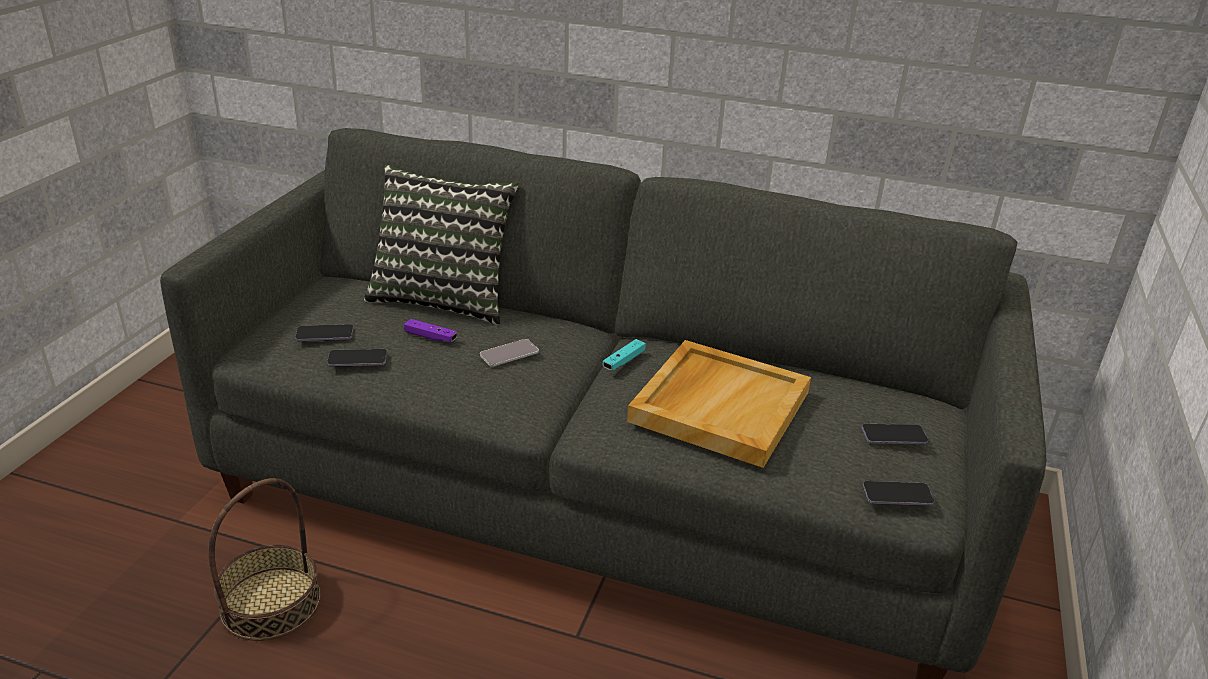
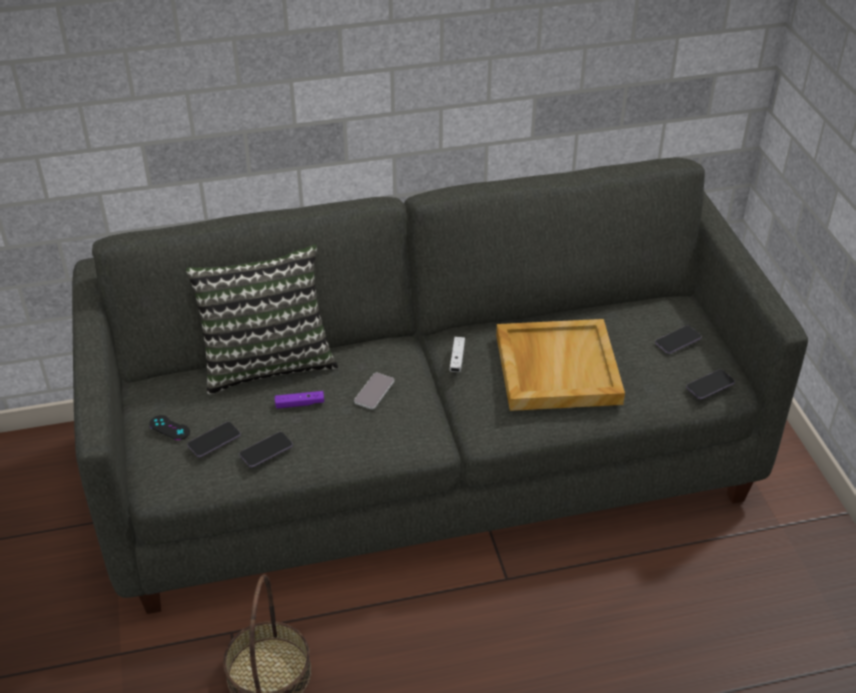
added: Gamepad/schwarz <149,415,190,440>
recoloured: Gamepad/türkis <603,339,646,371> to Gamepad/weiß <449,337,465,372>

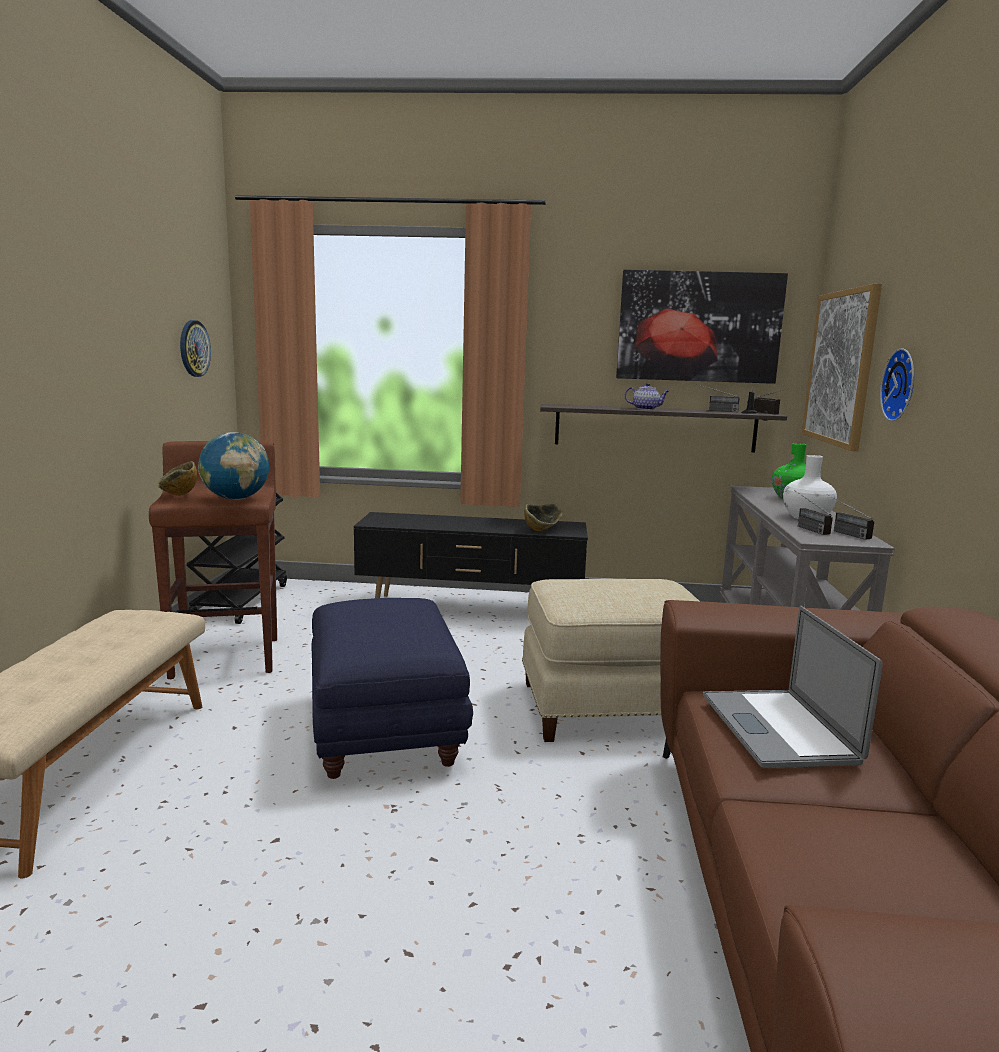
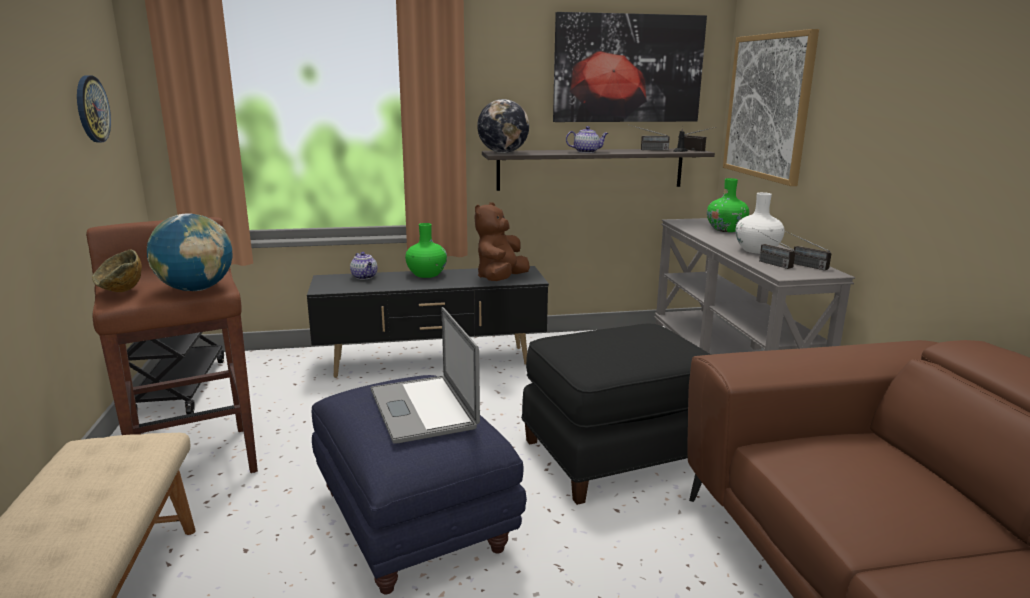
removed: Wanduhr <880,348,914,421>
added: Teekanne <350,252,378,280>; Vase/grün <405,223,447,278>; Globus <477,99,529,153>
moved: Laptop <703,606,883,768> to <371,307,480,444>
replaced: Schüssel <524,503,563,531> to Plüschtier/braun <474,202,530,281>
recoloured: Polsterhocker/beige <522,579,699,742> to Polsterhocker/schwarz <521,323,711,505>

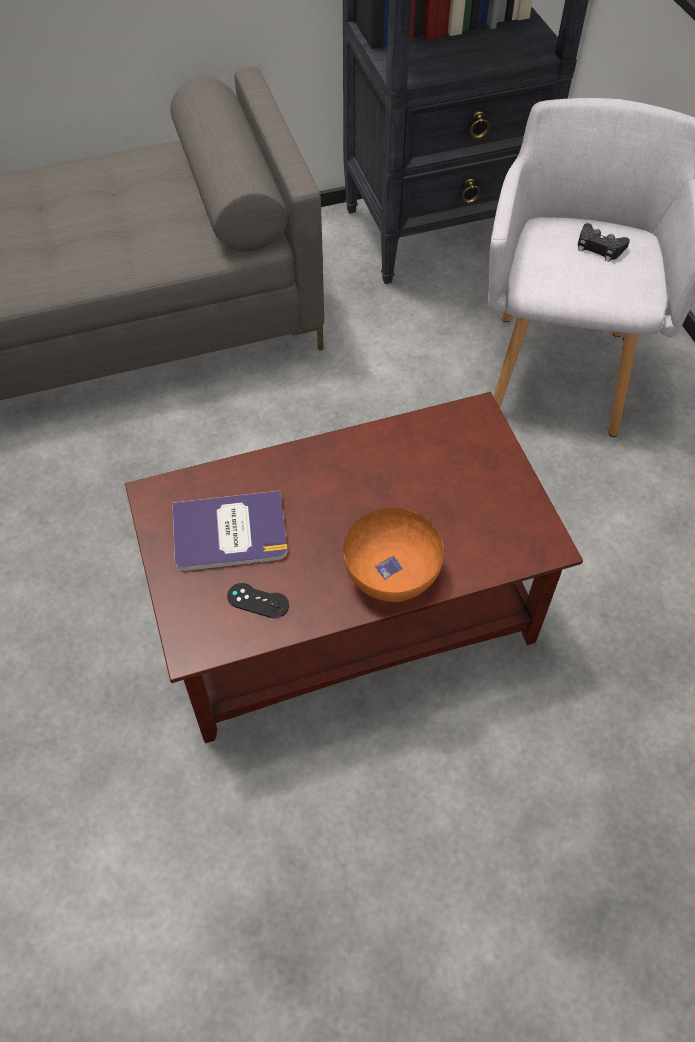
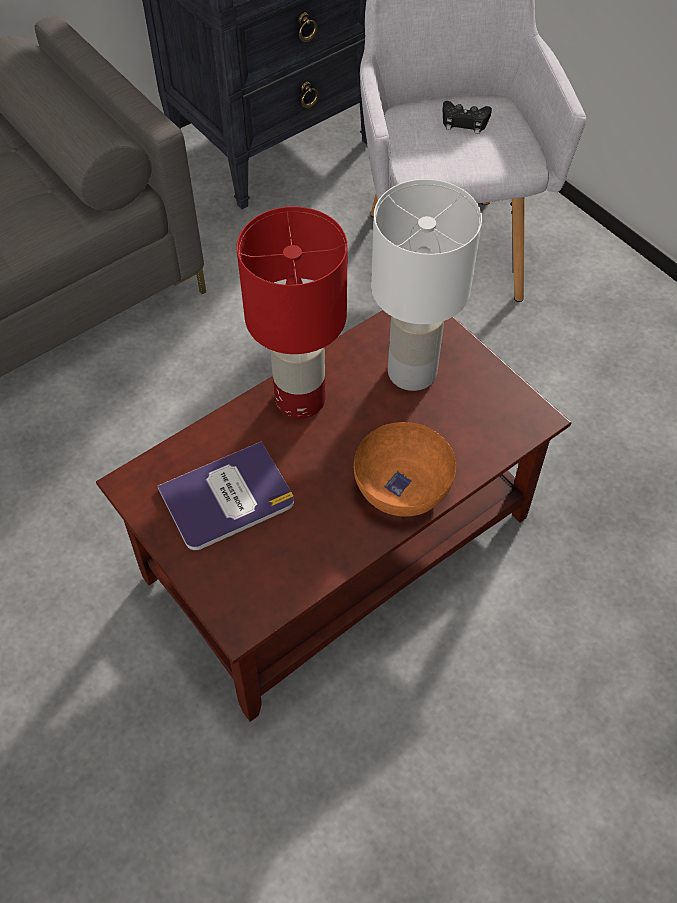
removed: Gamepad/schwarz <227,583,289,619>
added: Tischlampe/rot <237,206,348,419>; Tischlampe/weiß <371,179,482,391>

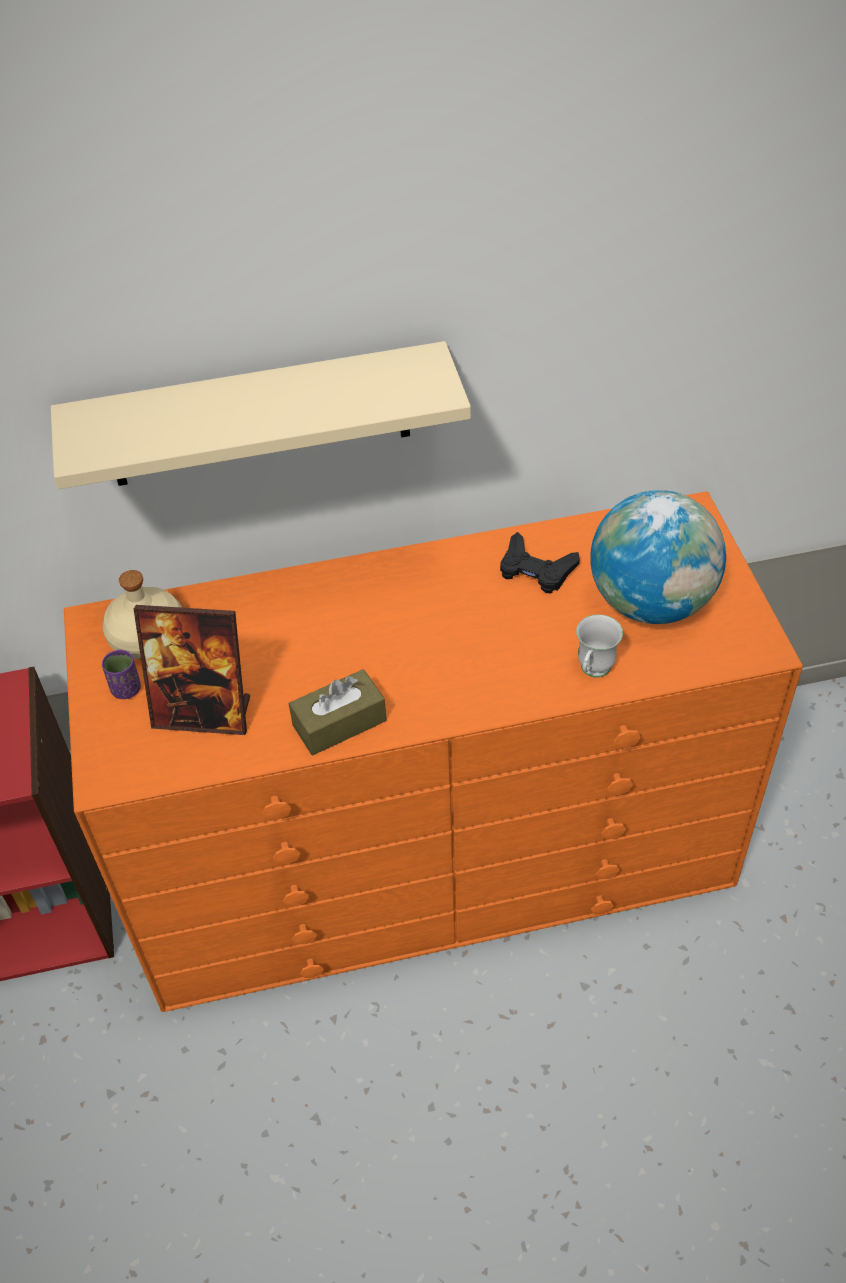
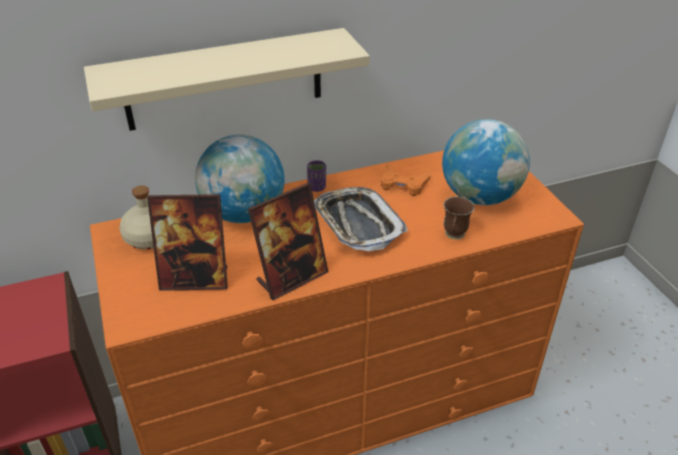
added: Globus <195,134,284,223>; Tablett <314,187,408,251>
moved: Tasse/lila <102,650,141,699> to <307,160,326,192>
replaced: Taschentuchbox/braun <289,669,387,755> to Bilderrahmen <248,183,328,300>
recoloured: Gamepad/schwarz <500,532,580,593> to Gamepad/orange <381,163,431,196>; Henkelbecher/weiß <576,614,623,677> to Henkelbecher/braun <444,197,474,239>

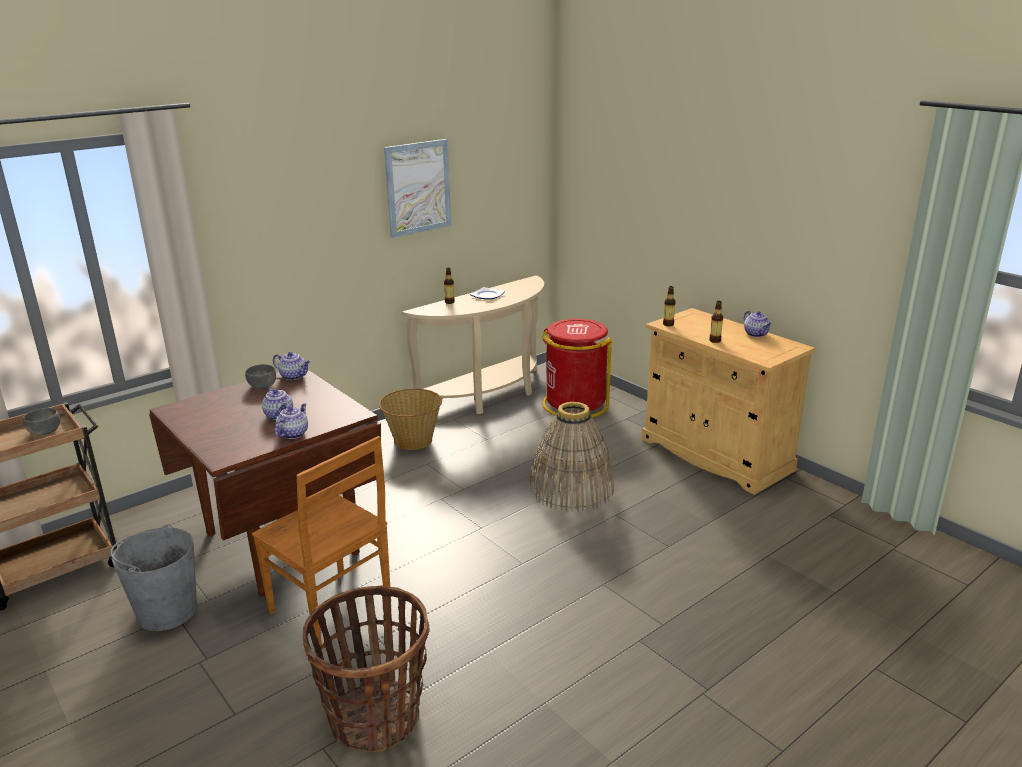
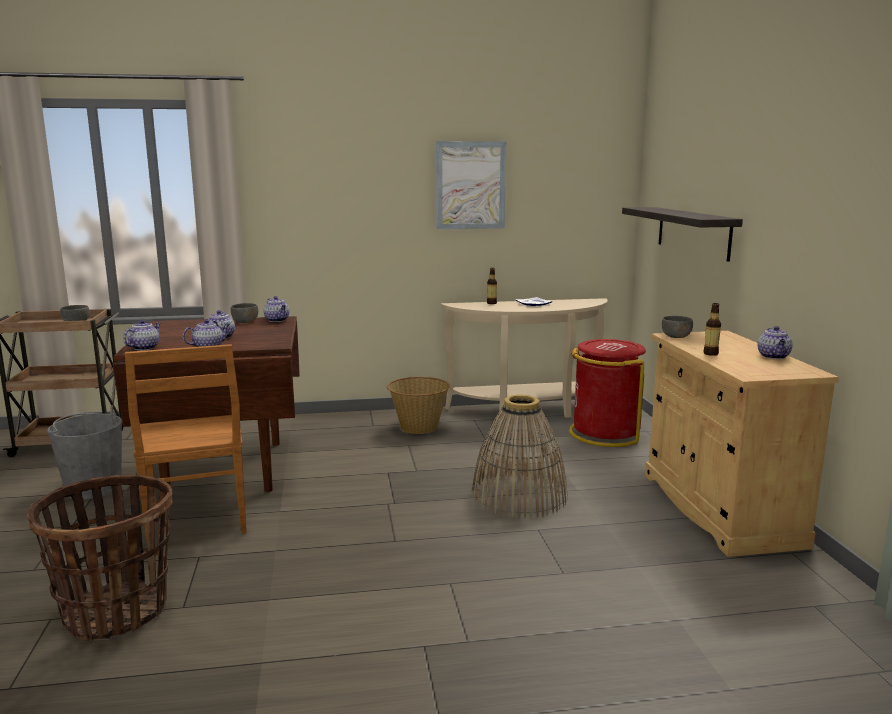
added: Teekanne <123,320,161,351>; Wandregal <622,207,743,262>
replaced: Flasche <663,286,676,326> to Schüssel/grau <662,316,693,338>

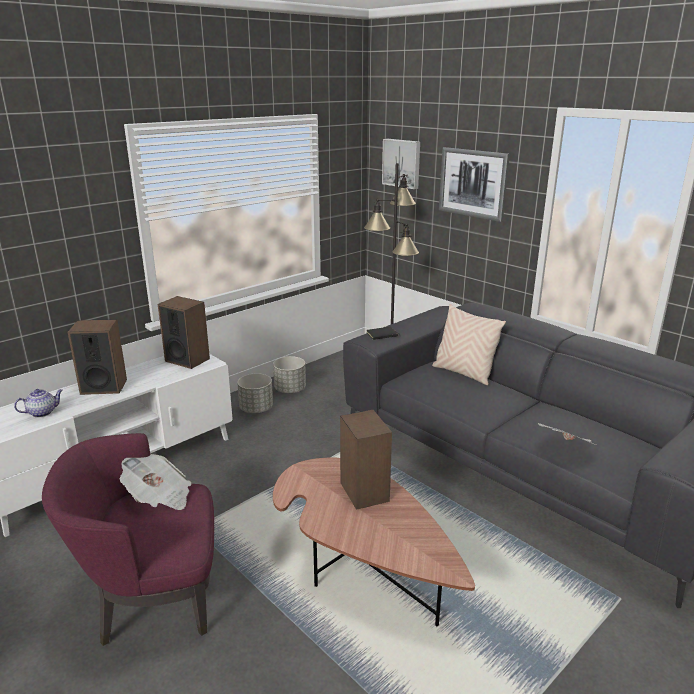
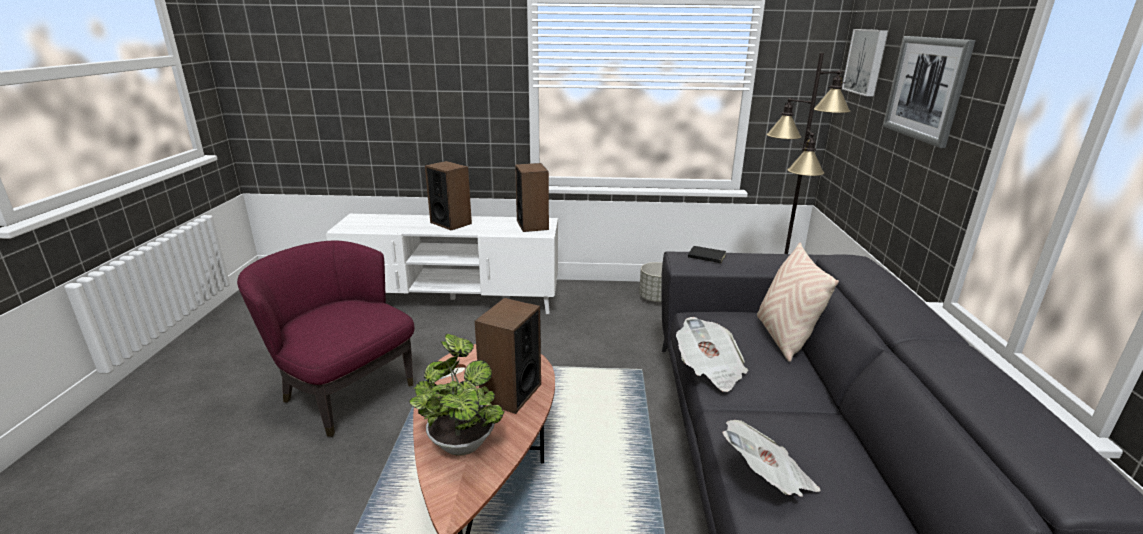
removed: Teekanne <14,389,63,418>; Pflanzkübel/grau <237,373,273,413>
added: Topfpflanze <409,334,504,456>
moved: Zeitung <120,454,191,510> to <676,317,748,392>

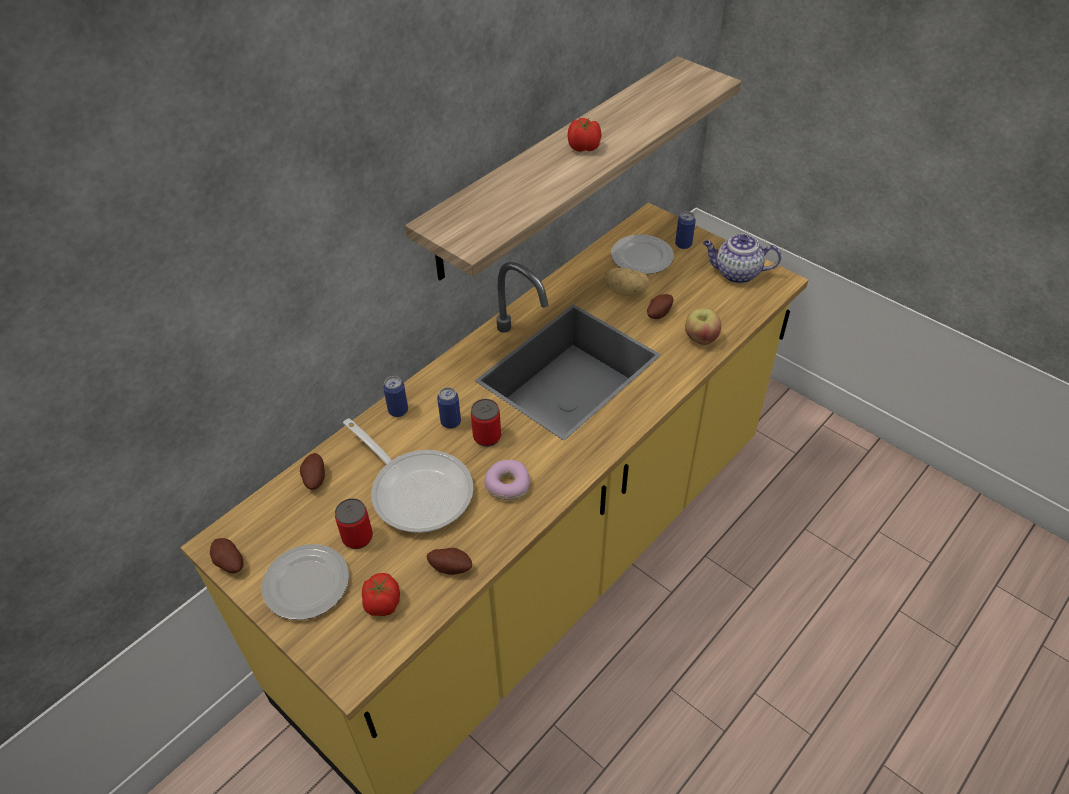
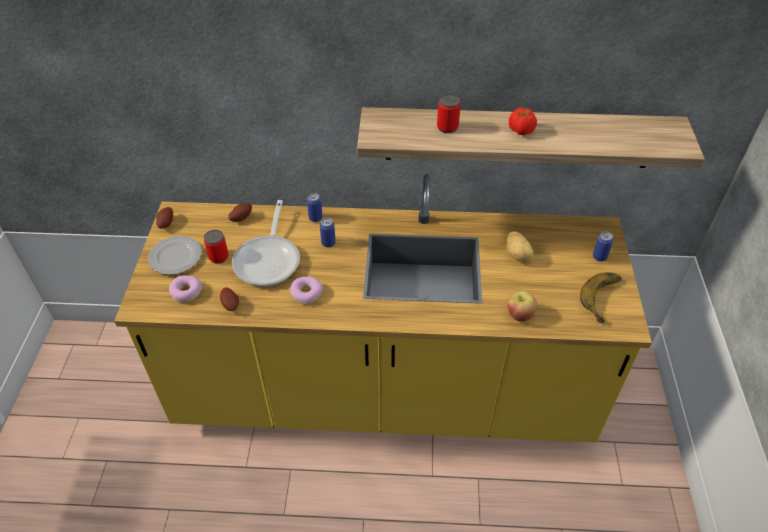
removed: Teller <611,234,674,274>; Kartoffel <647,294,673,319>
moved: Dose <471,399,501,447> to <437,94,461,133>
replaced: Tomate <362,573,400,616> to Donut <169,275,202,302>; Teekanne <703,234,781,284> to Banane <580,272,622,323>

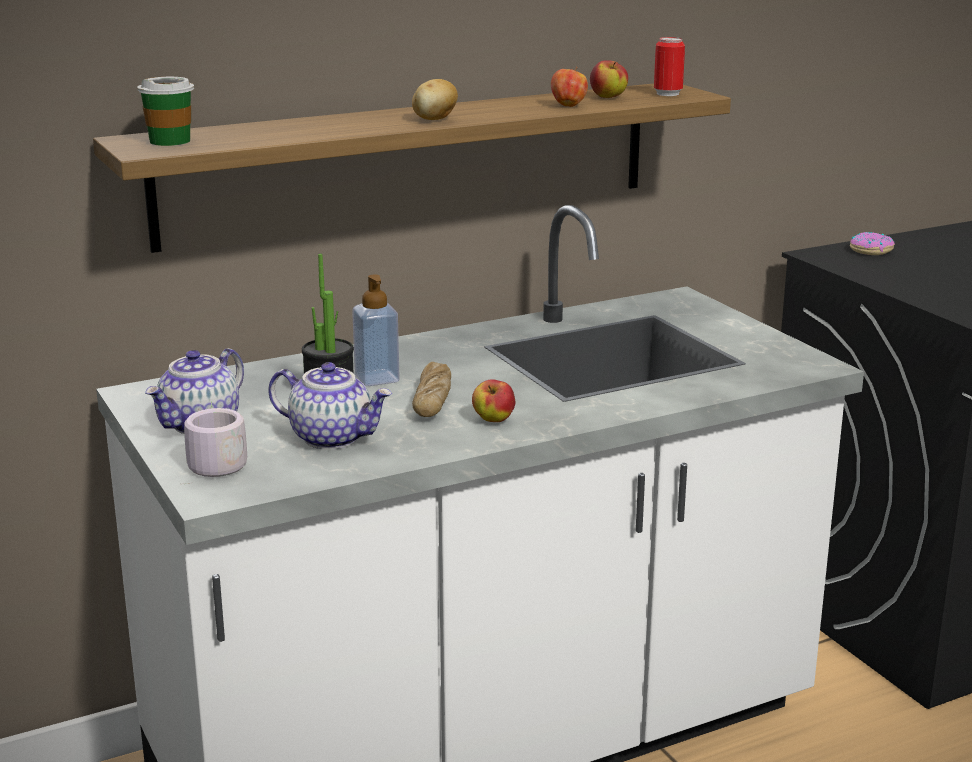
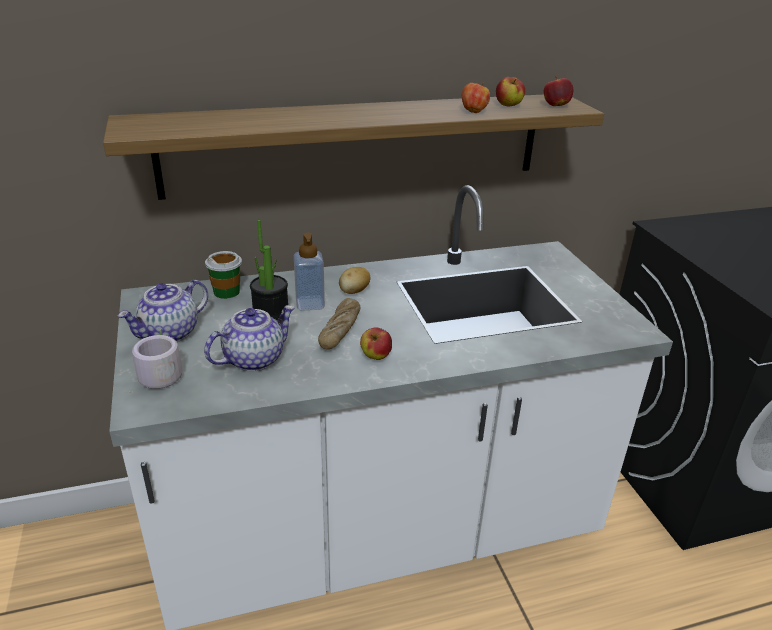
removed: Donut <850,232,895,255>
moved: Tasse <137,77,194,146> to <205,251,242,299>; Kartoffel <412,79,458,120> to <339,267,371,294>
replaced: Dose <654,37,685,96> to Apfel <544,76,573,106>
turned: Teekanne <268,362,392,449> = <204,305,295,371> 75 degrees counterclockwise

